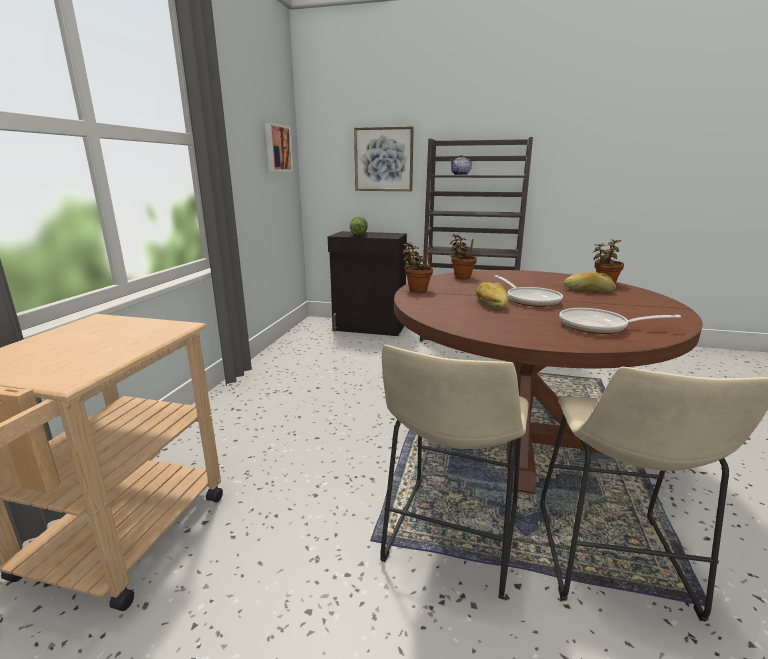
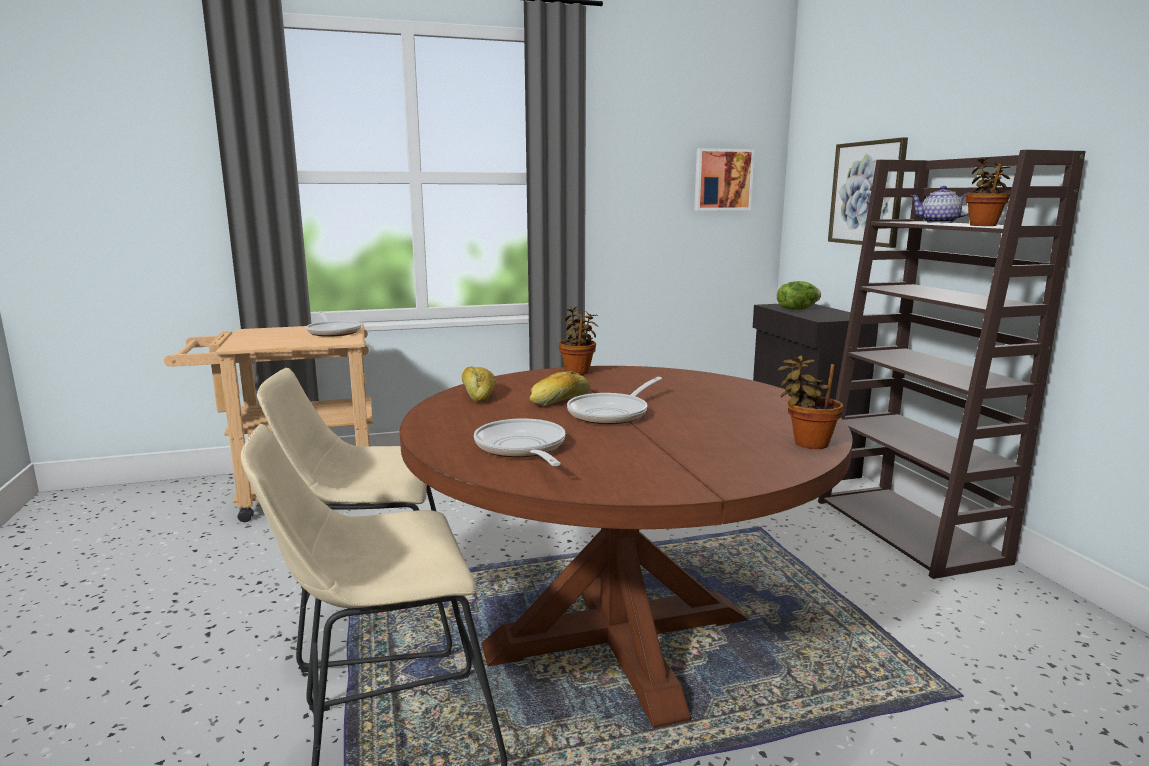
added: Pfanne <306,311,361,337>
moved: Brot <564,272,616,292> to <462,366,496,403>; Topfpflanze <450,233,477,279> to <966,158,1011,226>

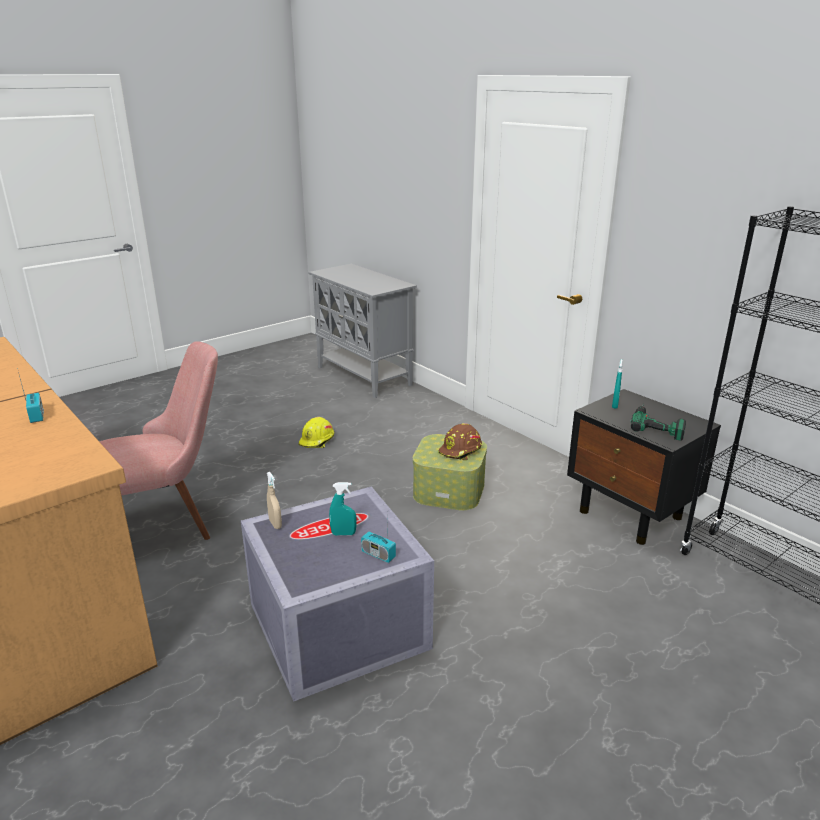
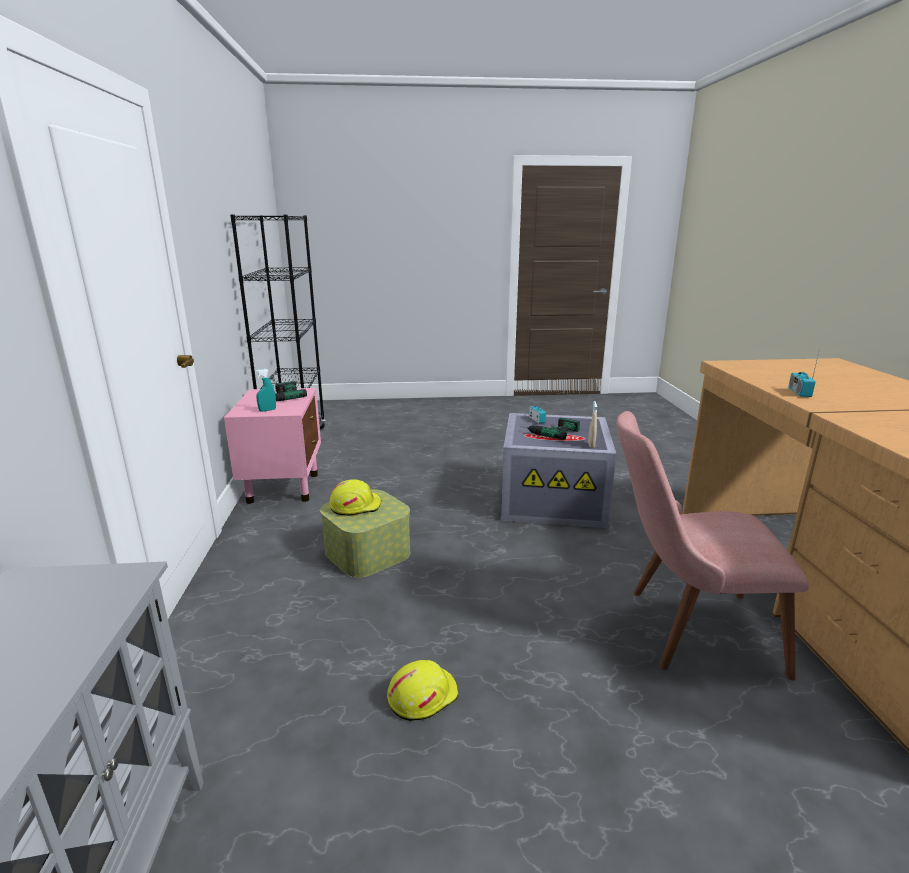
replaced: Sprühflasche/türkis <329,482,356,535> to Bohrmaschine <520,418,580,440>
recoloured: Nachttisch/schwarz <567,389,721,545> to Nachttisch/rosa <224,388,321,504>; Schutzhelm/braun <438,423,482,461> to Schutzhelm/gelb <329,479,382,516>

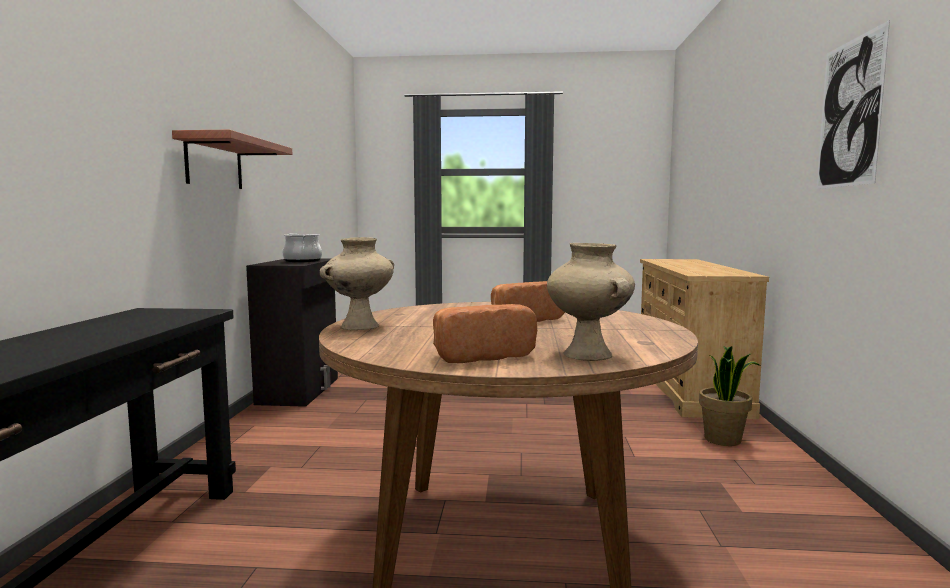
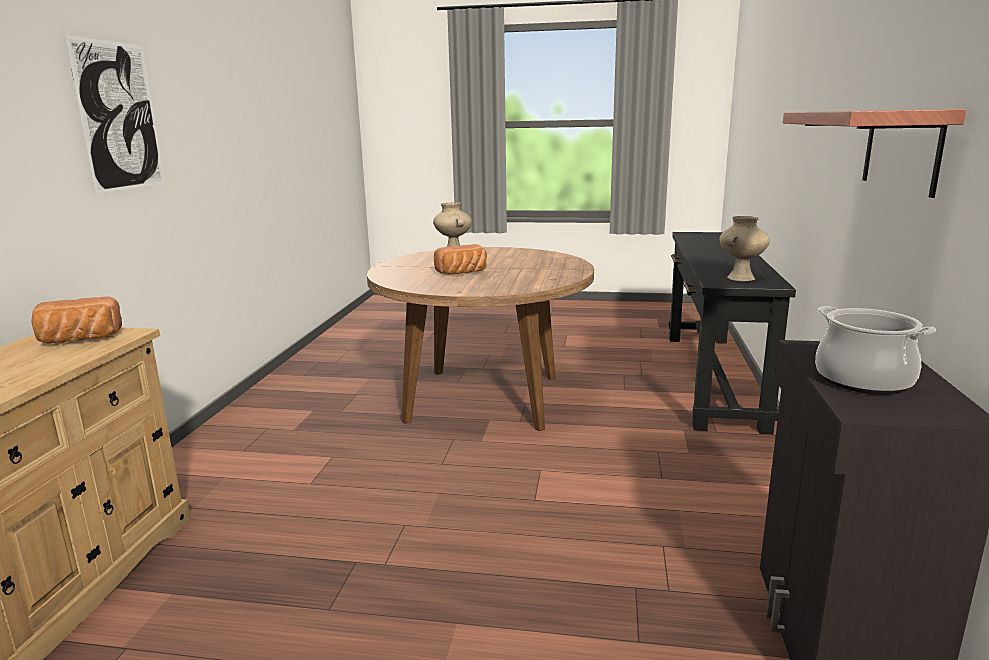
removed: Topfpflanze <699,346,760,446>
moved: Brot <433,304,537,363> to <31,297,122,344>; Vase/beige <320,237,394,330> to <719,216,770,281>

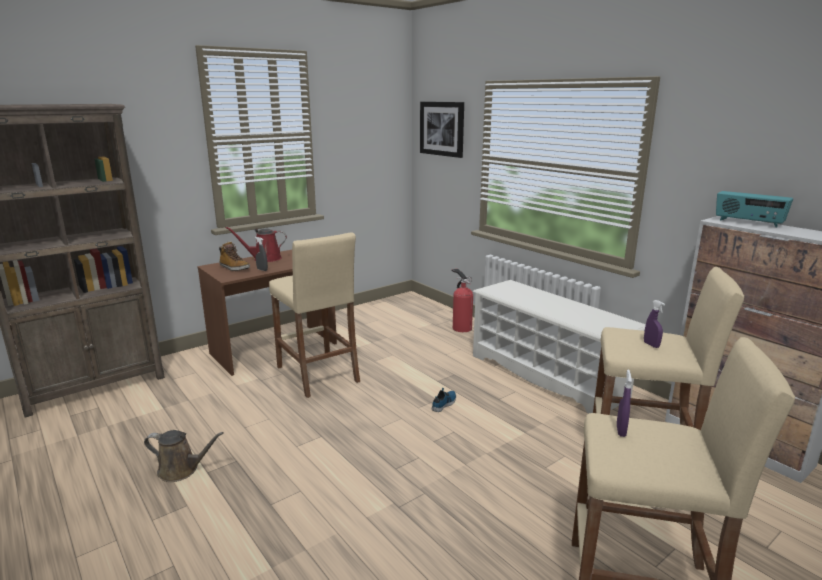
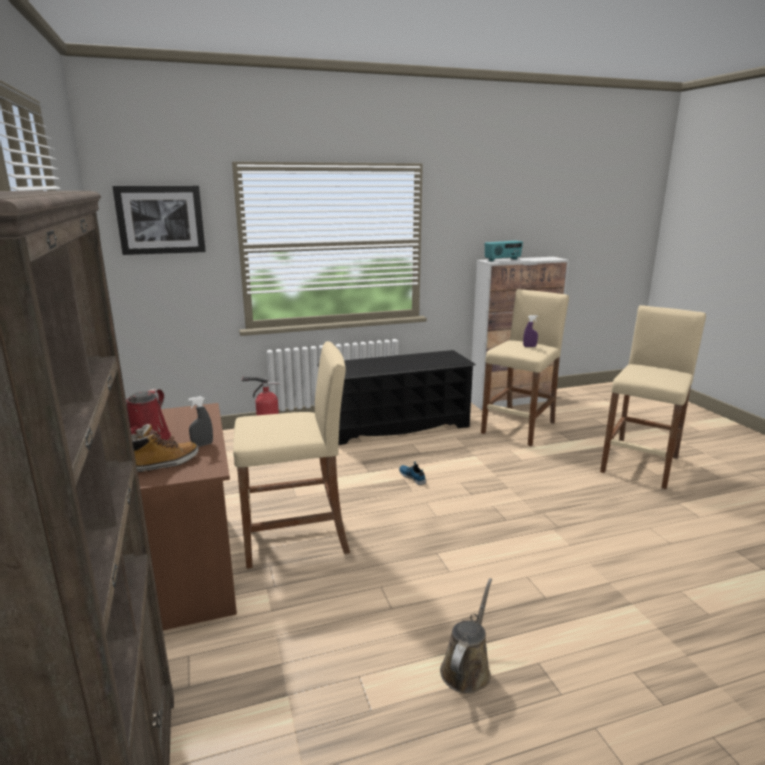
removed: Sprühflasche/lila <617,370,632,437>
recoloured: Schuhregal/weiß <473,280,646,414> to Schuhregal/schwarz <317,350,476,445>

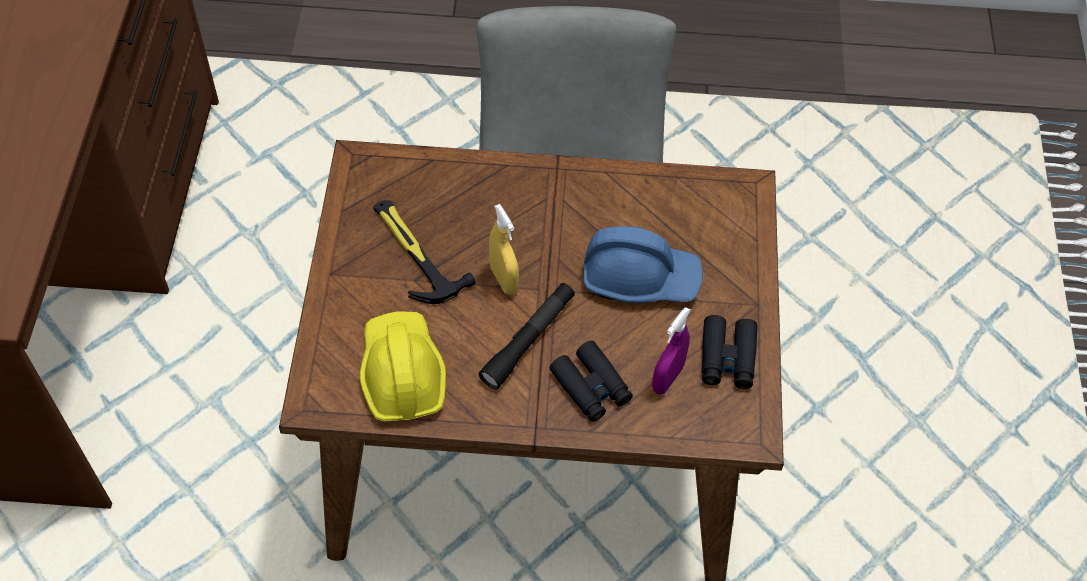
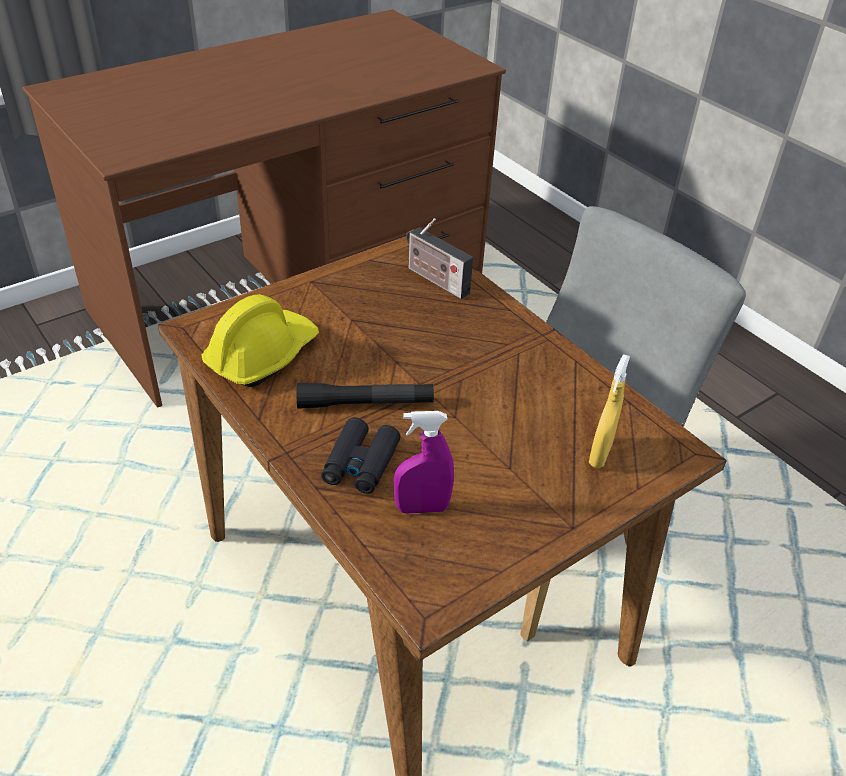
removed: Hammer <373,200,476,304>; Schutzhelm/blau <583,226,703,303>; Fernglas/schwarz <702,315,757,389>
added: Radio <406,218,473,299>
moved: Sprühflasche/gelb <489,204,519,295> to <589,354,630,468>

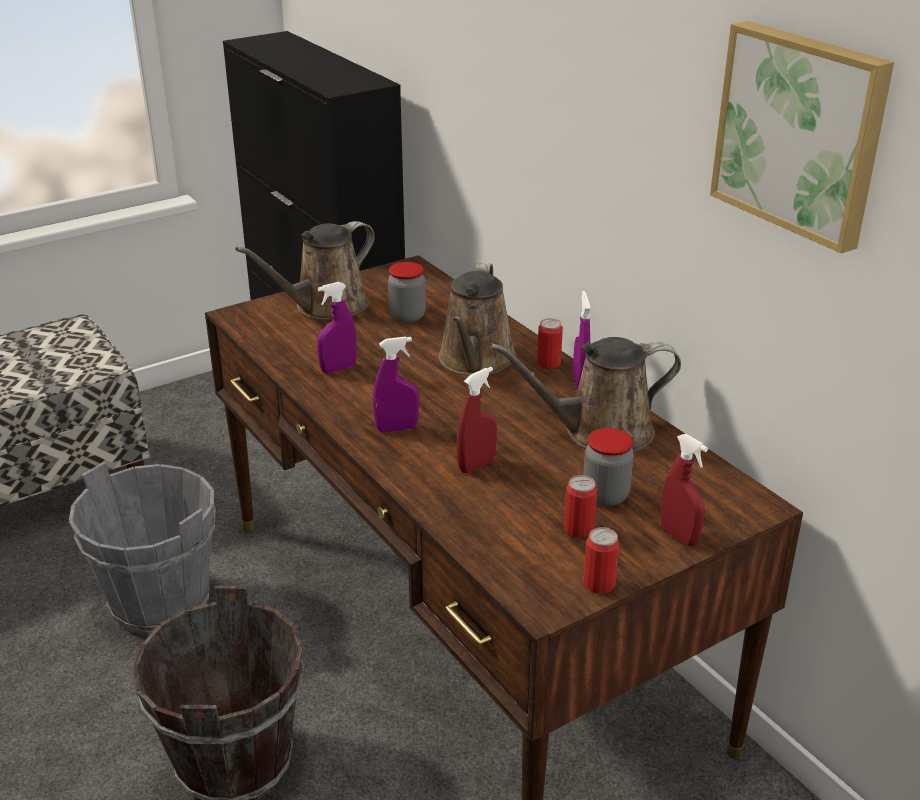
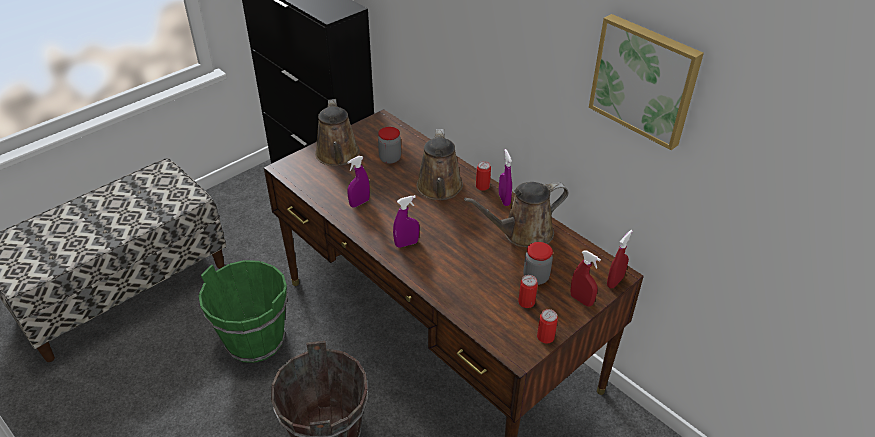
moved: Sprühflasche/rot <456,367,497,473> to <607,230,633,288>
recoloured: Eimer/grau <69,462,215,635> to Eimer/grün <199,260,288,363>
turned: Gießkanne/braun <235,221,375,320> = <315,99,360,166> 45 degrees counterclockwise

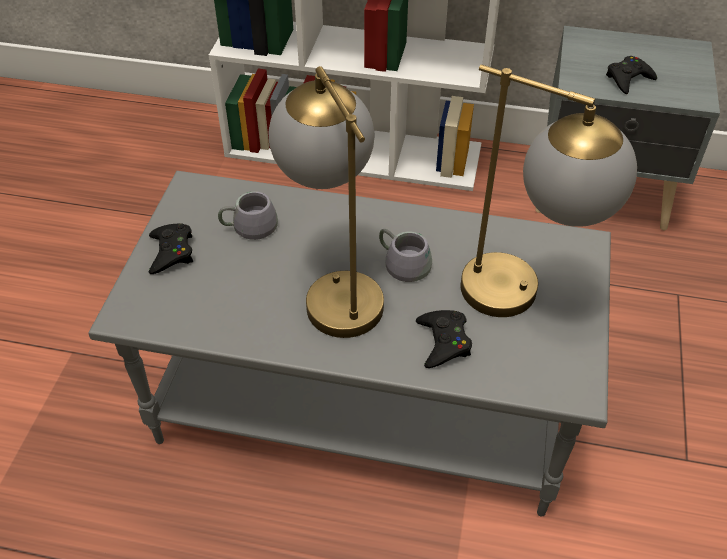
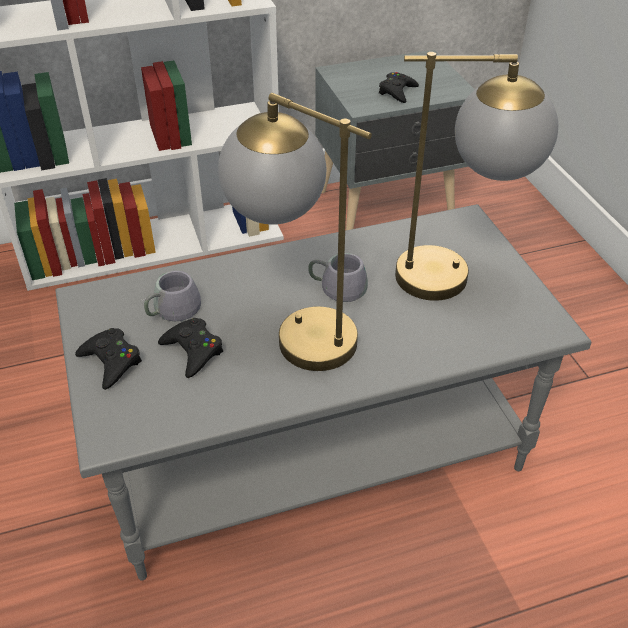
moved: Gamepad/schwarz <416,310,472,368> to <158,318,223,378>

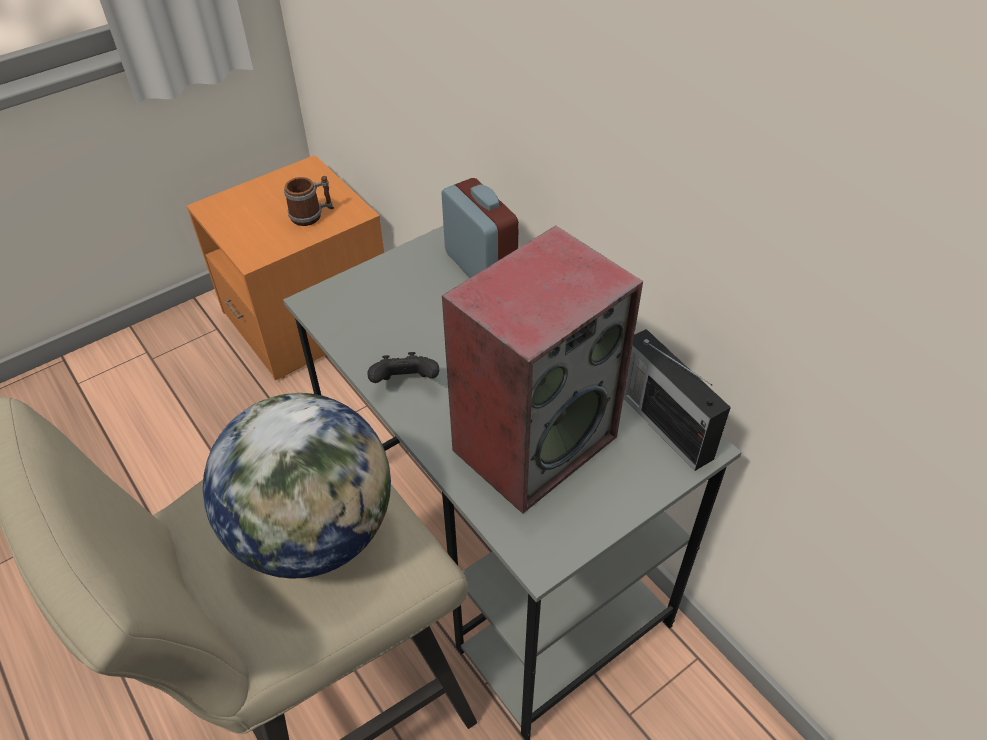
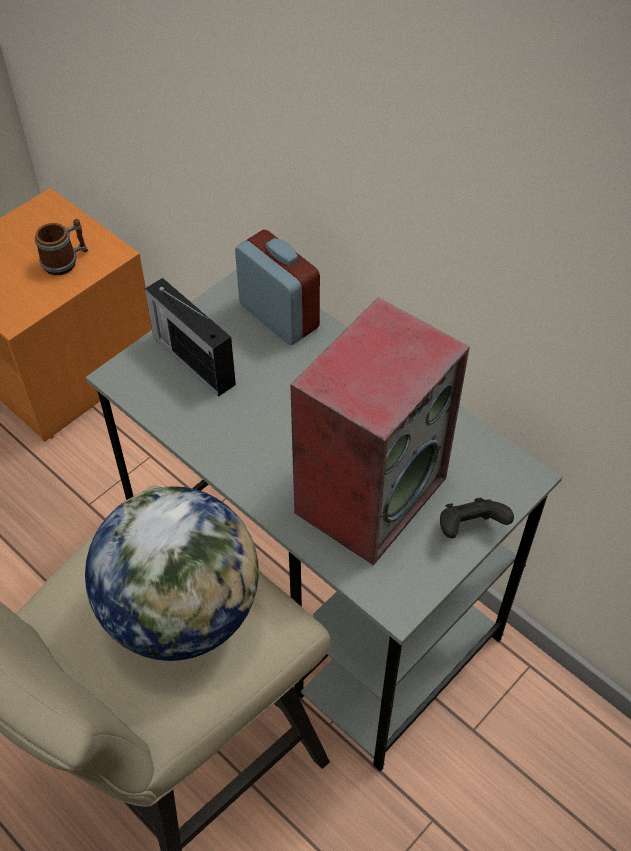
moved: Radio <624,329,731,471> to <145,278,236,397>; Gamepad/schwarz <367,352,439,383> to <440,498,514,538>

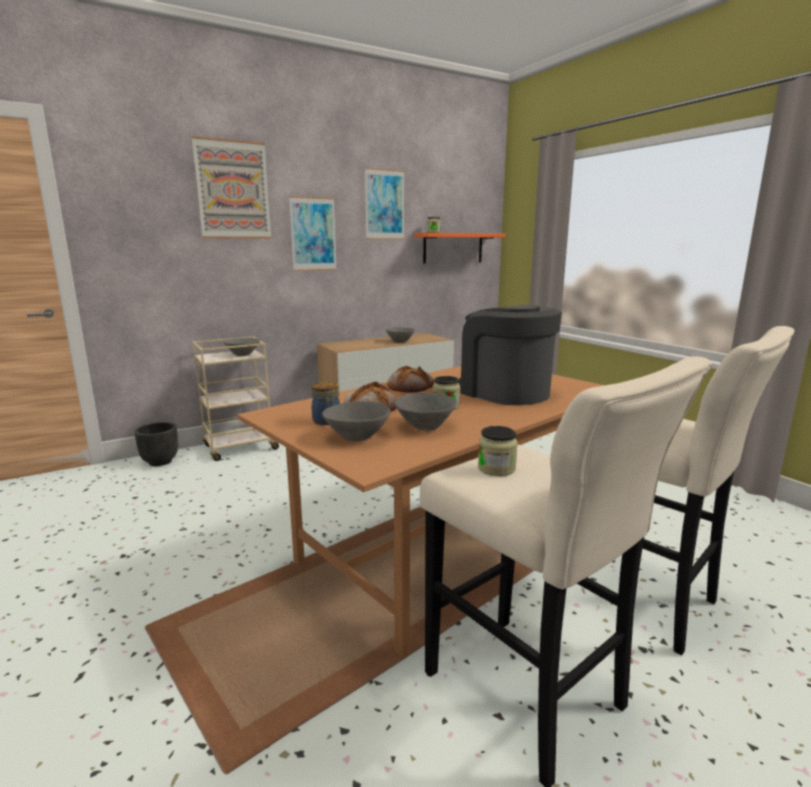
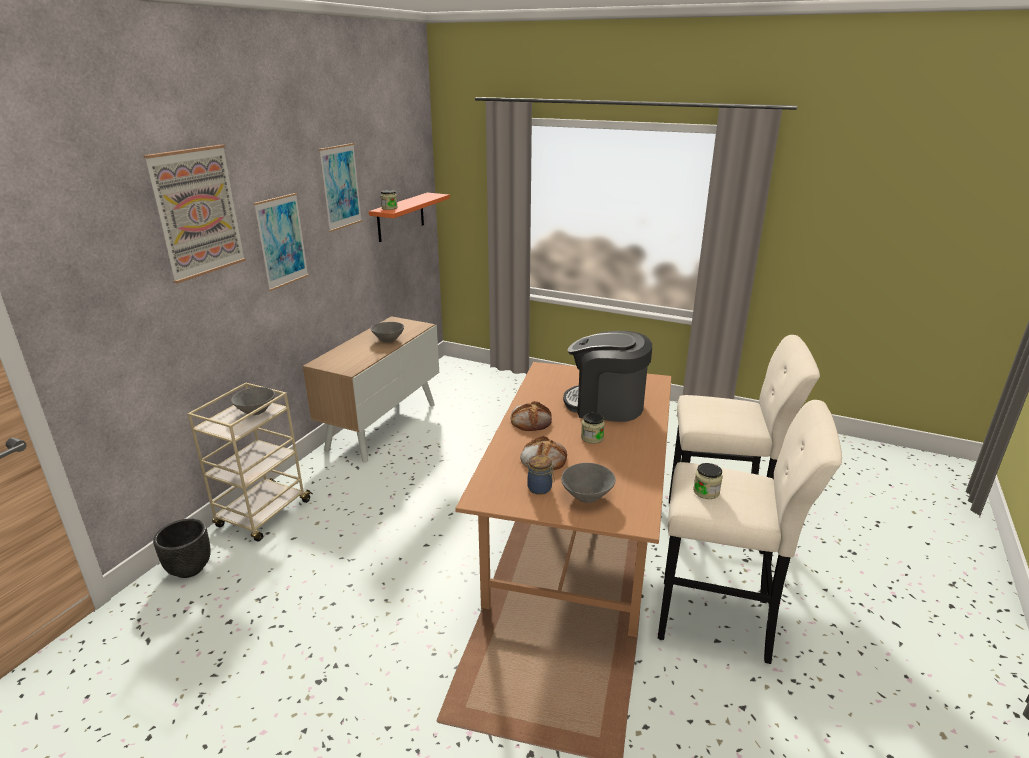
removed: Schüssel/grau <395,392,457,431>

